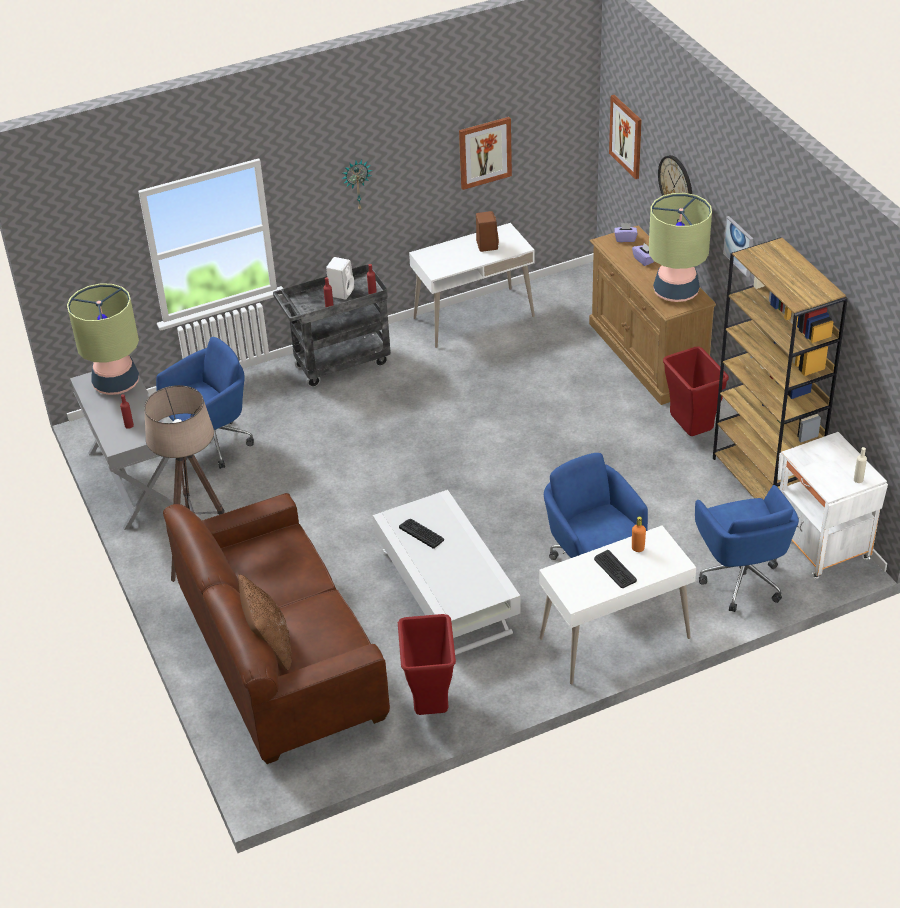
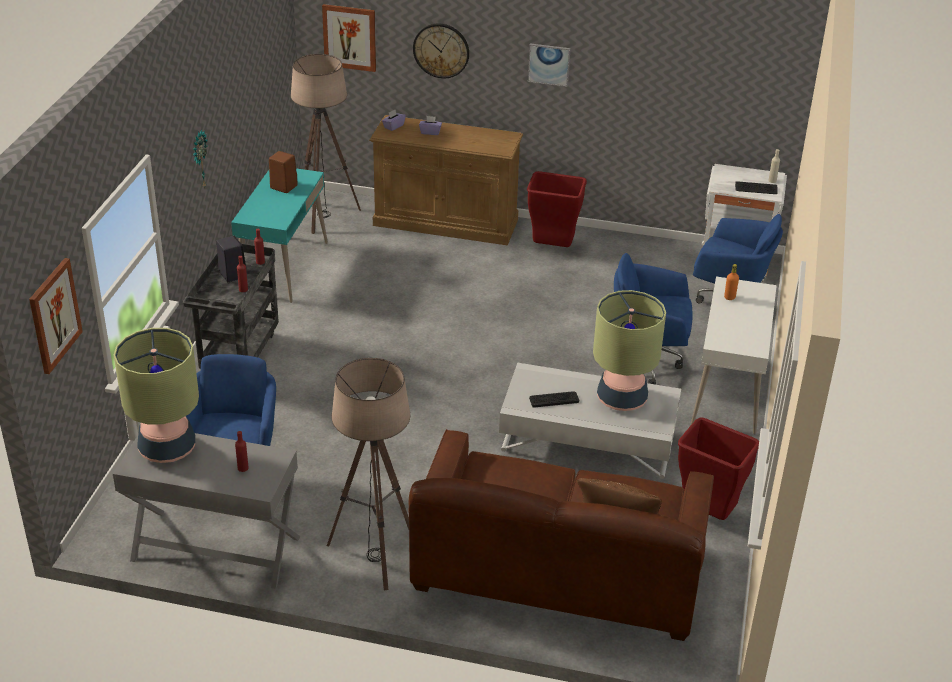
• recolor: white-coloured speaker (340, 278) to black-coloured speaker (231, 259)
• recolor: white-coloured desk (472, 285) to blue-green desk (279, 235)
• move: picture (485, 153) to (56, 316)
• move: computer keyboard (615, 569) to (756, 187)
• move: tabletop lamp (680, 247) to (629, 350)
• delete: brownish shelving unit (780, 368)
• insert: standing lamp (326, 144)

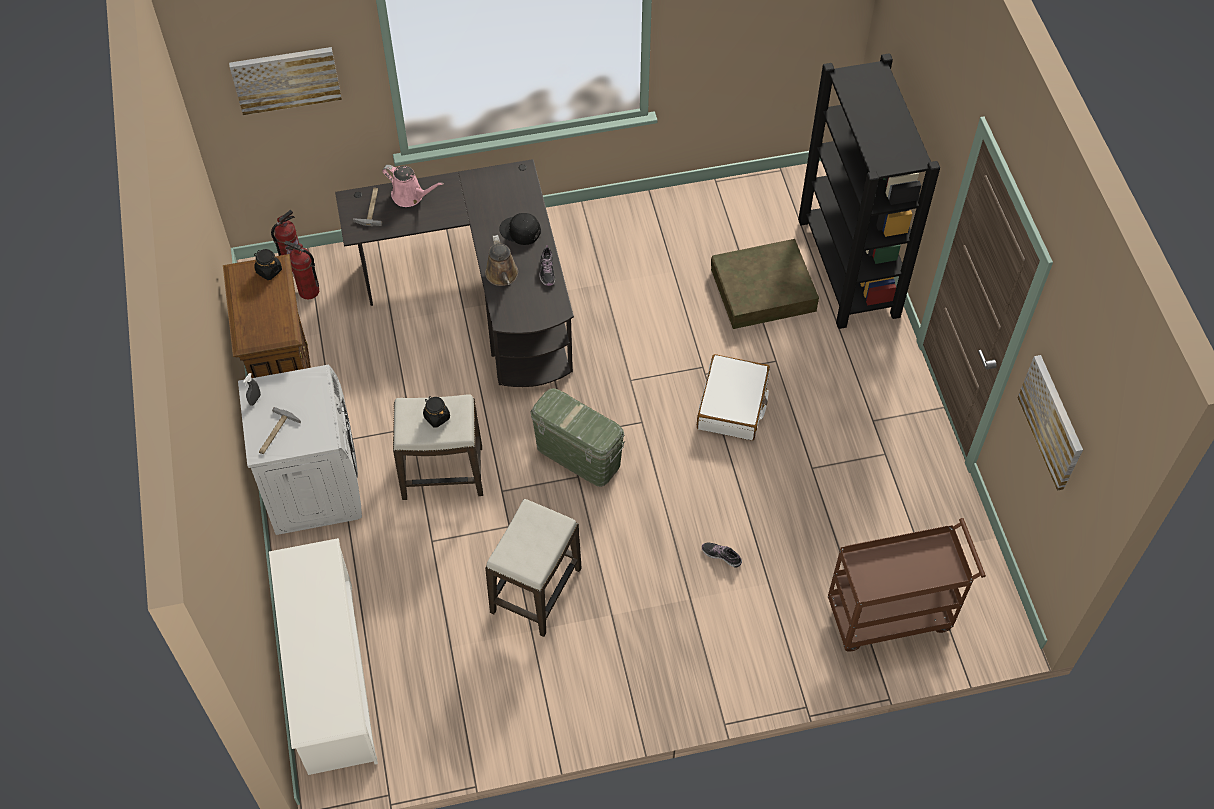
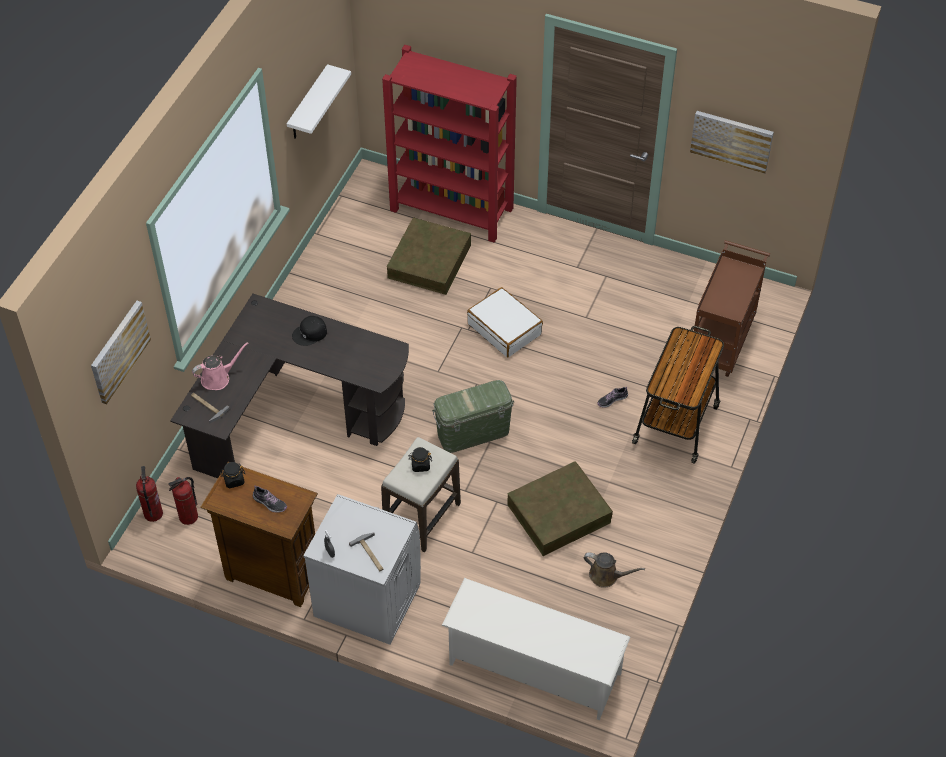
• move: brownish watering can (501, 260) to (614, 570)
• replace: stool (533, 568) to brownish storage container (560, 508)
• move: shoe (547, 265) to (270, 499)
• recolor: black-coloured shelving unit (869, 191) to red-coloured shelving unit (449, 143)
• insert: white-coloured bracket shelf (319, 101)
• insert: wheeled cart (678, 395)

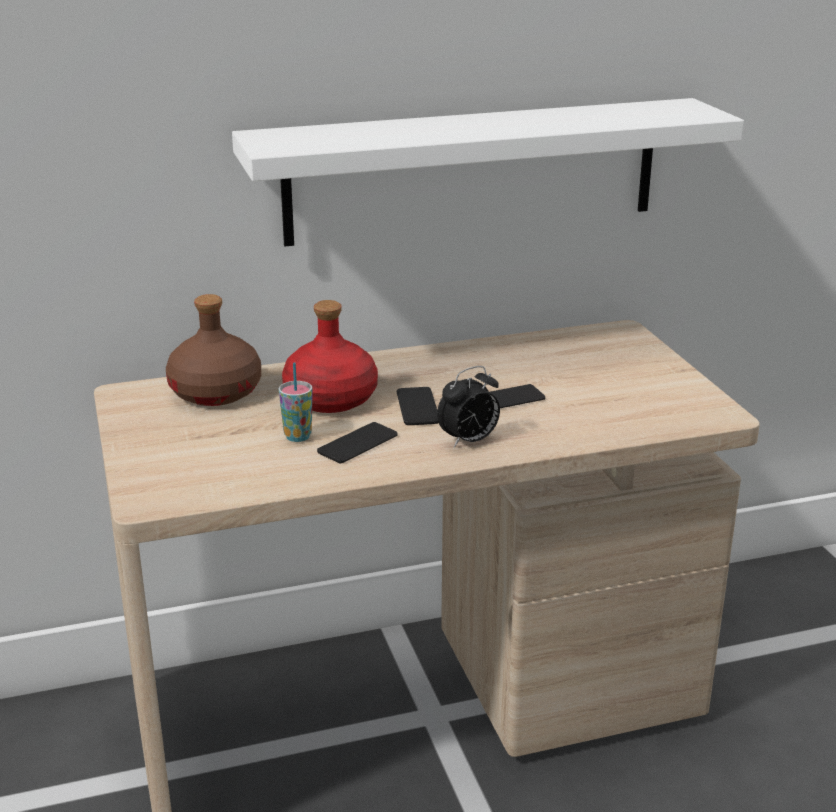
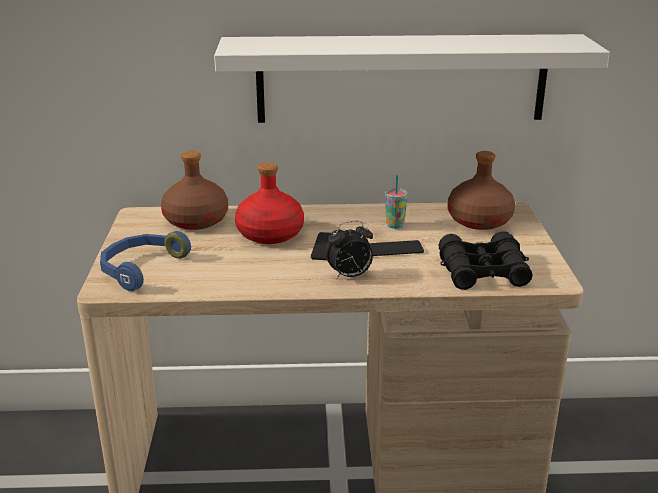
• move: cup (296, 402) to (396, 202)
• delete: handset (357, 442)
• insert: bluish pair of headphones (145, 261)
• insert: black-coloured binoculars (486, 260)
• insert: brownish drink bottle (481, 190)

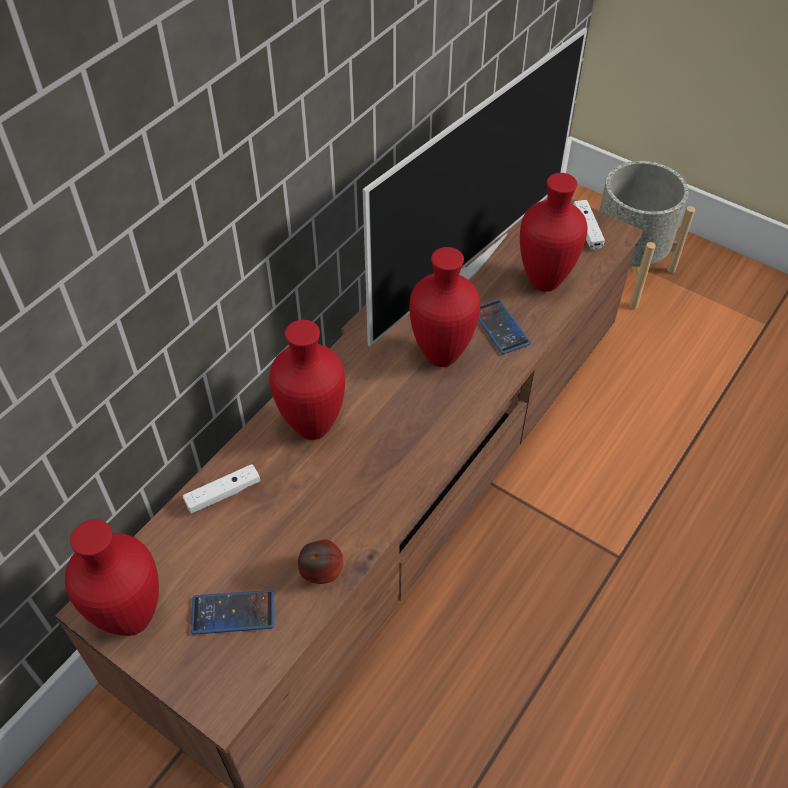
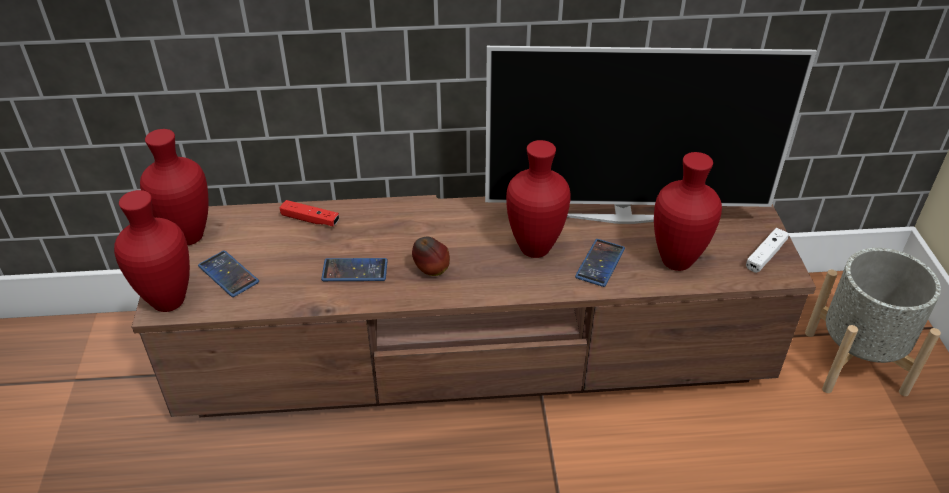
• recolor: white-coloured joypad (221, 489) to red-coloured joypad (309, 213)
• move: red-coloured decorative vase (307, 380) to (152, 251)
• move: apple fruit (321, 561) to (431, 256)
• insert: handset (354, 269)

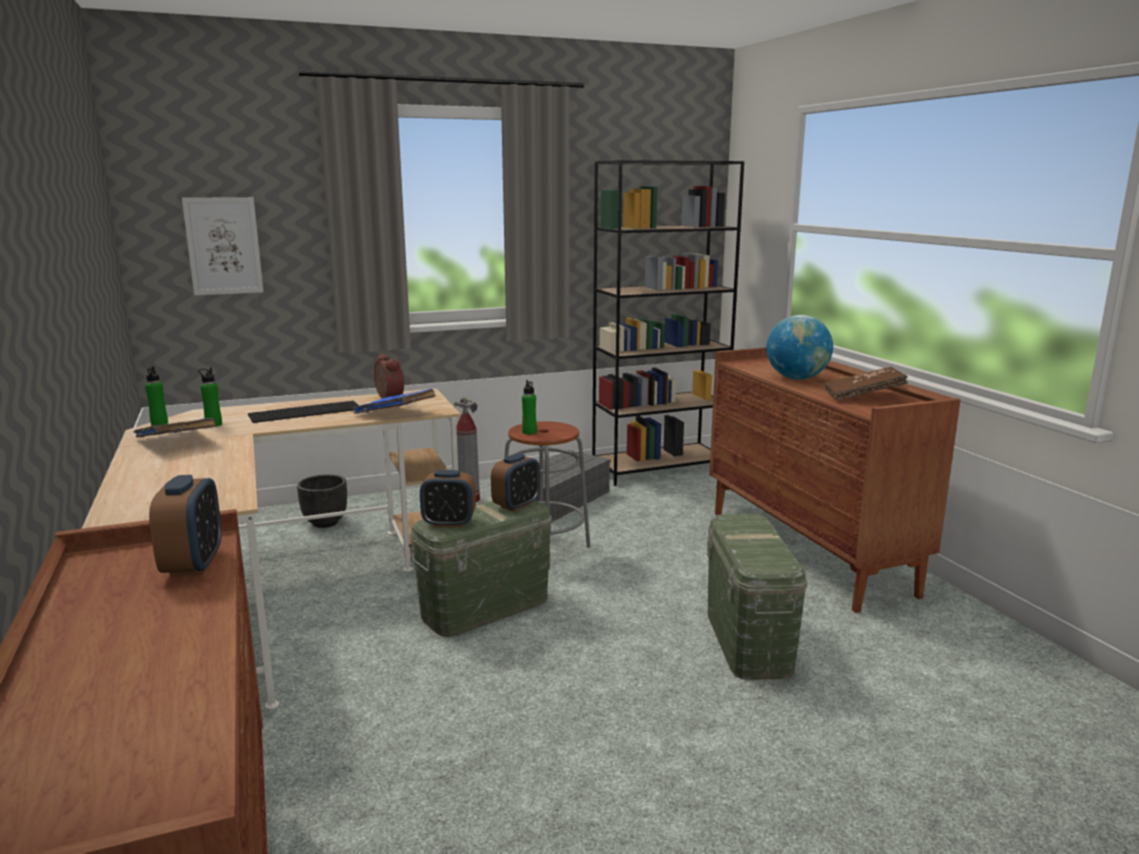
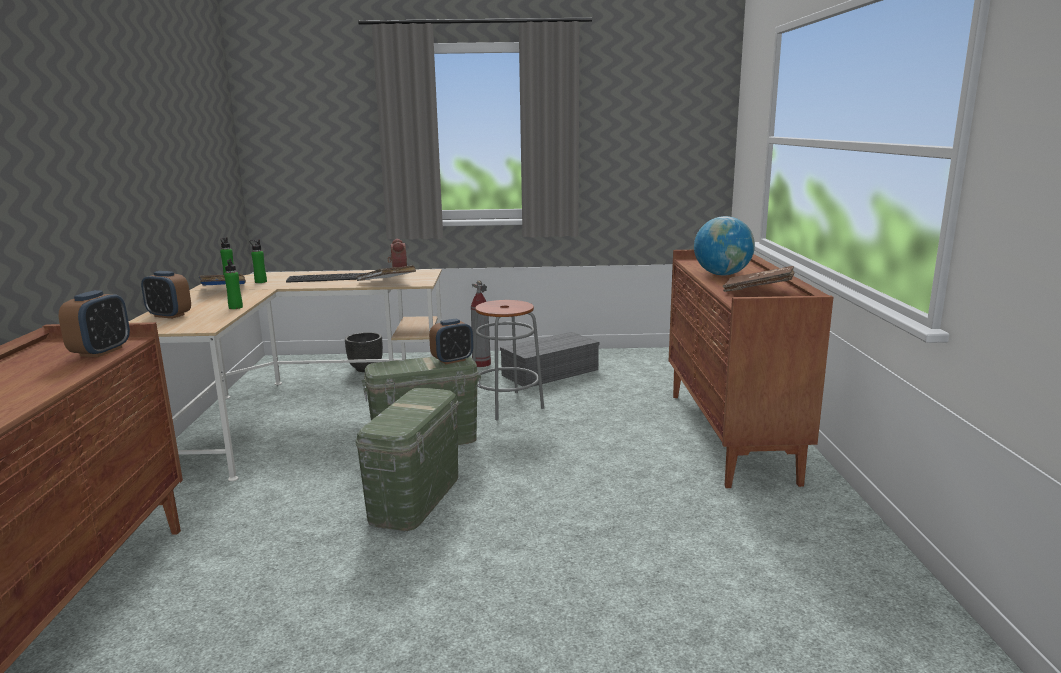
• delete: picture (222, 246)
• recolor: bluish volume (393, 401) to white-coloured volume (386, 273)
• move: alarm clock (448, 498) to (166, 295)
• move: green-coloured drink bottle (529, 407) to (233, 284)
• delete: beige shelving unit (668, 323)
• move: green-coloured storage container (757, 597) to (407, 459)

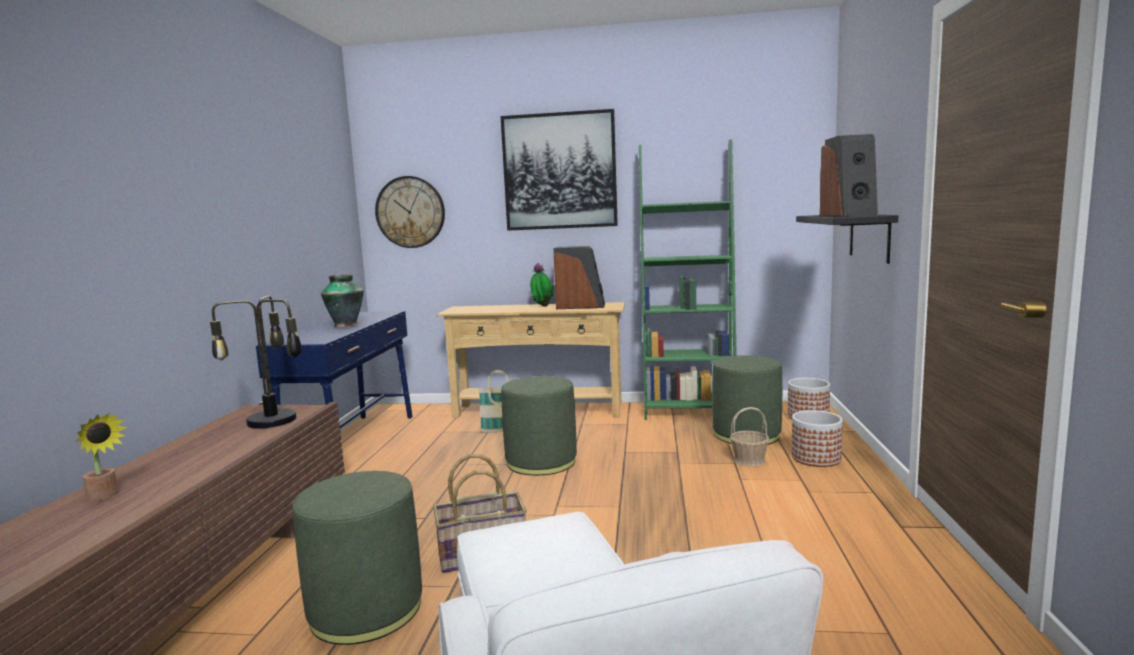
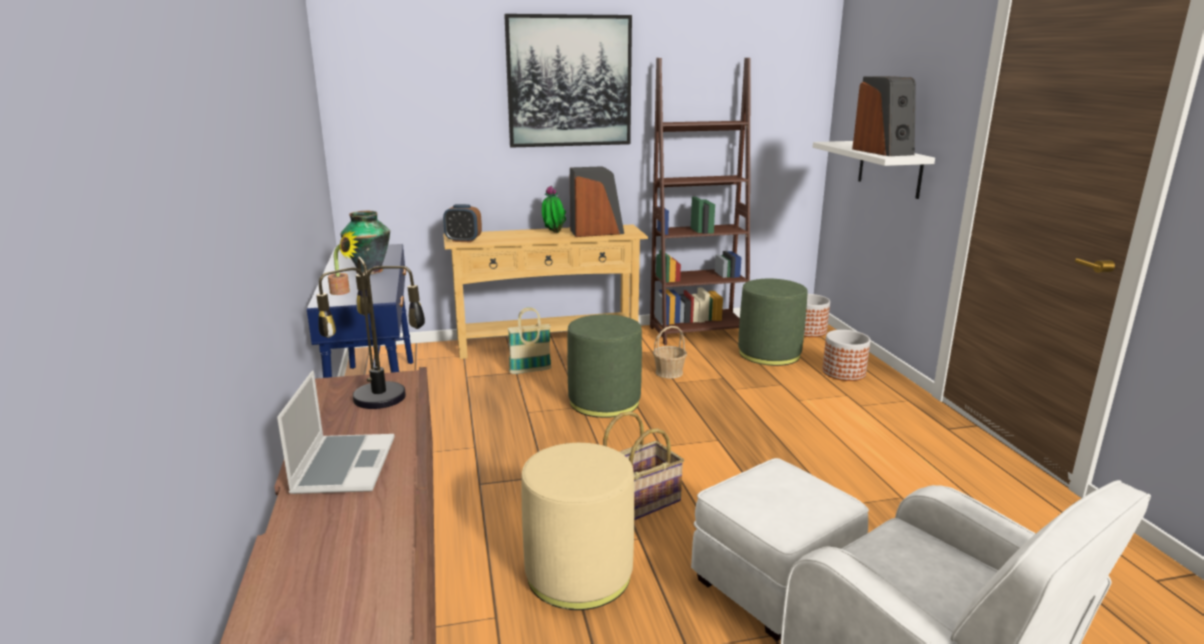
• move: plant in a pot (102, 457) to (343, 262)
• recolor: green-coloured footrest (357, 558) to beige footrest (577, 526)
• delete: wall clock (410, 212)
• recolor: green-coloured shelving unit (688, 279) to brownish shelving unit (700, 201)
• move: storage basket (749, 437) to (670, 352)
• recolor: black-coloured bracket shelf (847, 239) to white-coloured bracket shelf (874, 170)
• insert: portable computer (336, 432)
• insert: alarm clock (462, 223)

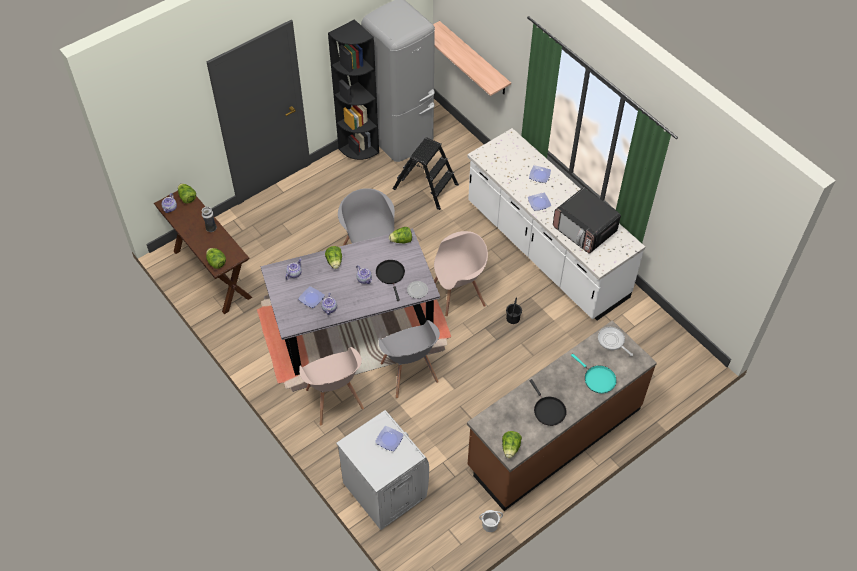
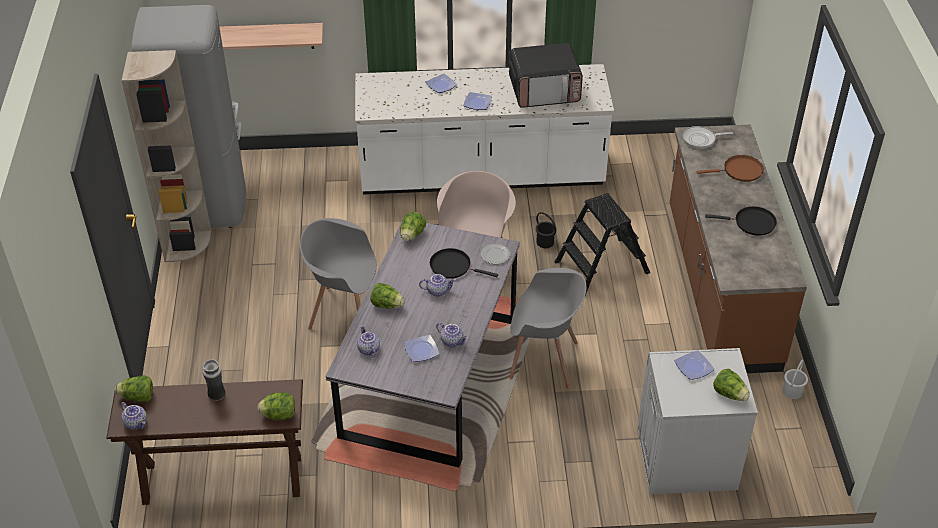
• delete: beige upright chair (331, 386)
• recolor: black-coloured shelving unit (353, 89) to beige shelving unit (166, 156)
• move: black-coloured step ladder (425, 173) to (602, 244)
• move: lettuce (512, 444) to (731, 385)
• recolor: blue-green pan (594, 374) to brownish pan (730, 168)

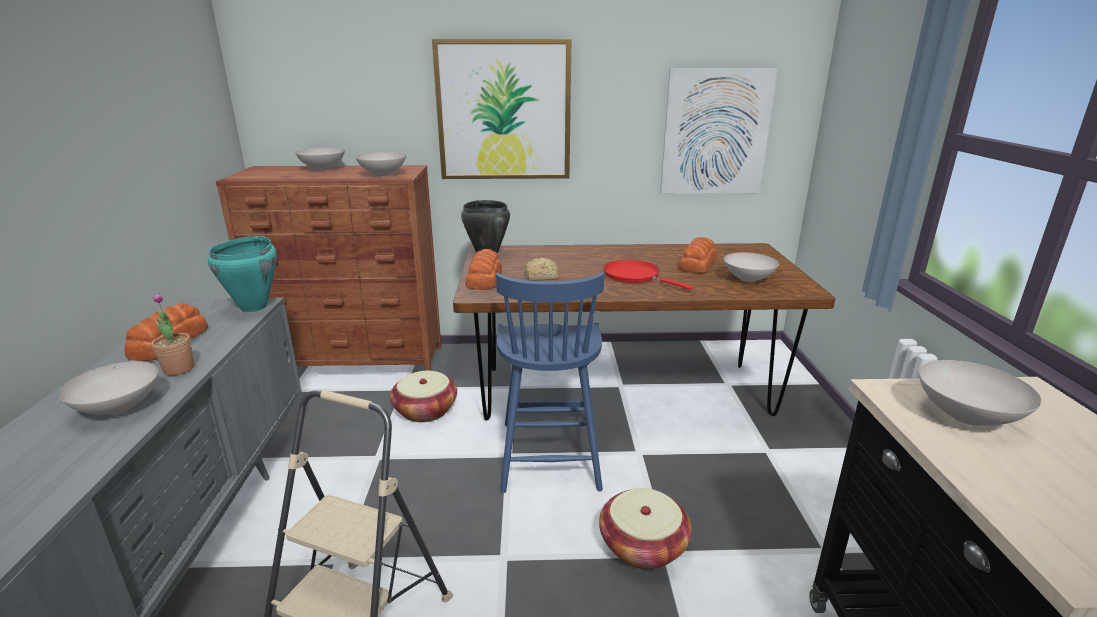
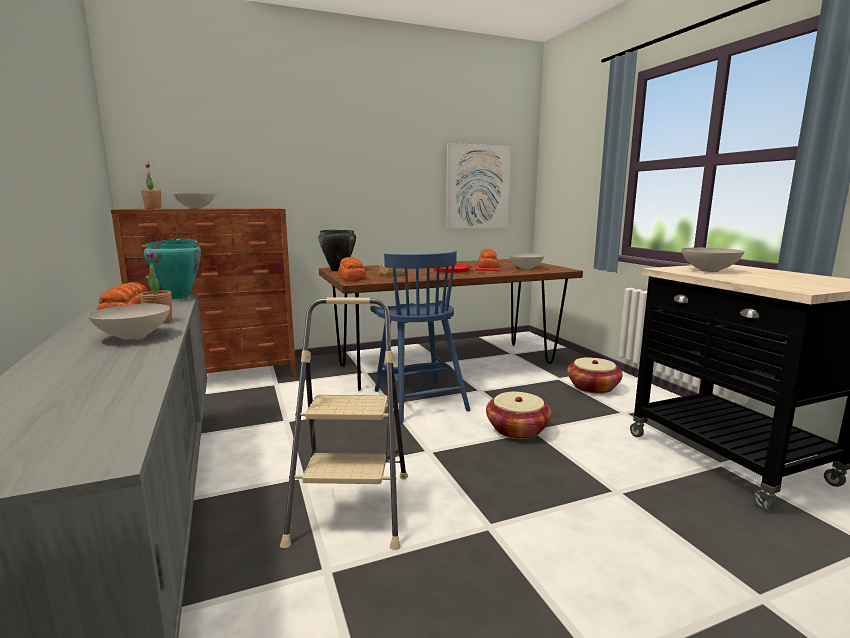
• delete: white-coloured serving bowl (380, 164)
• move: storage basket (423, 396) to (594, 375)
• delete: picture (501, 109)
• insert: plant in a pot (151, 186)

